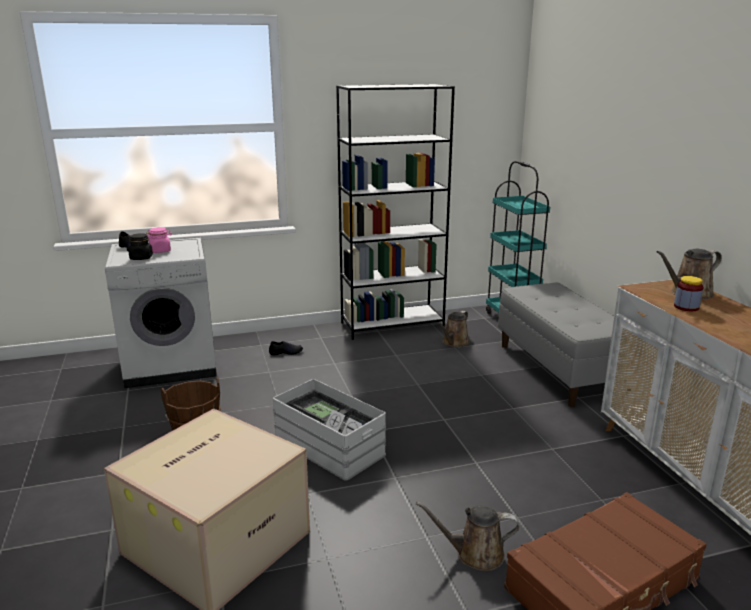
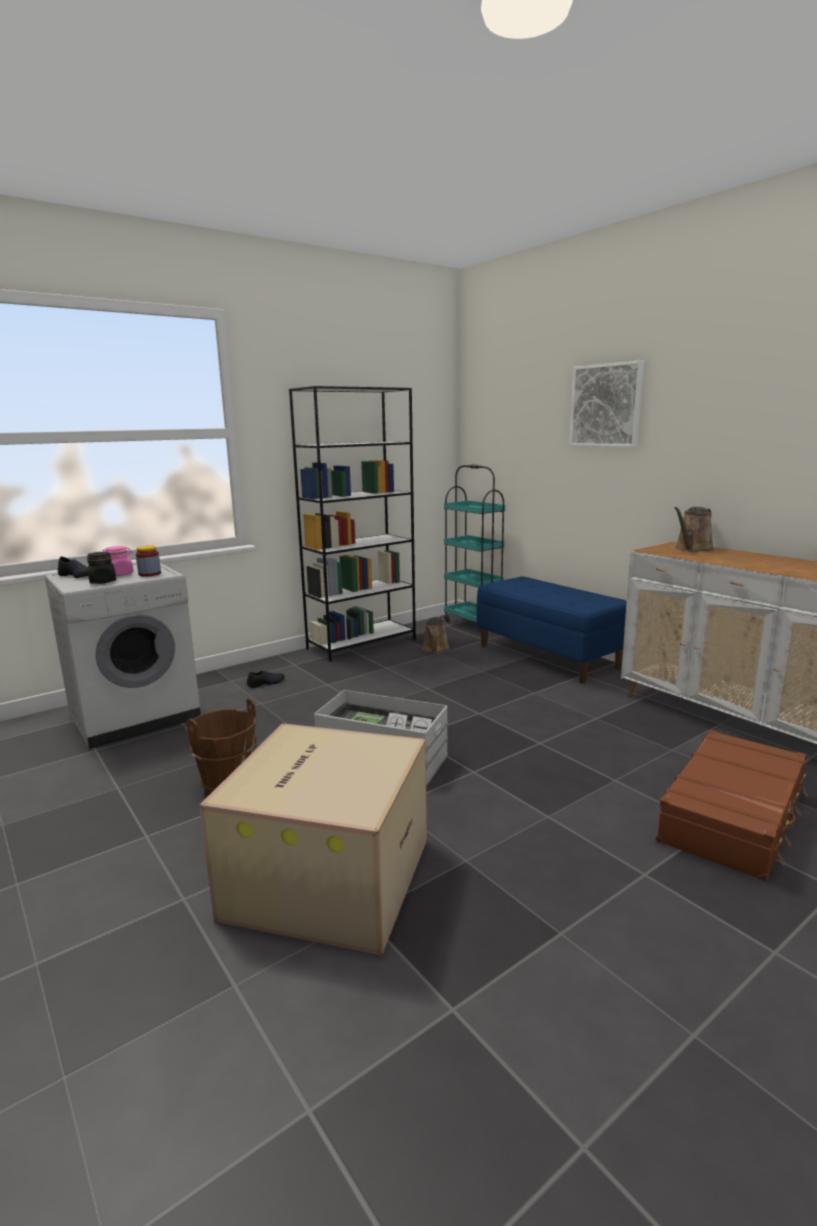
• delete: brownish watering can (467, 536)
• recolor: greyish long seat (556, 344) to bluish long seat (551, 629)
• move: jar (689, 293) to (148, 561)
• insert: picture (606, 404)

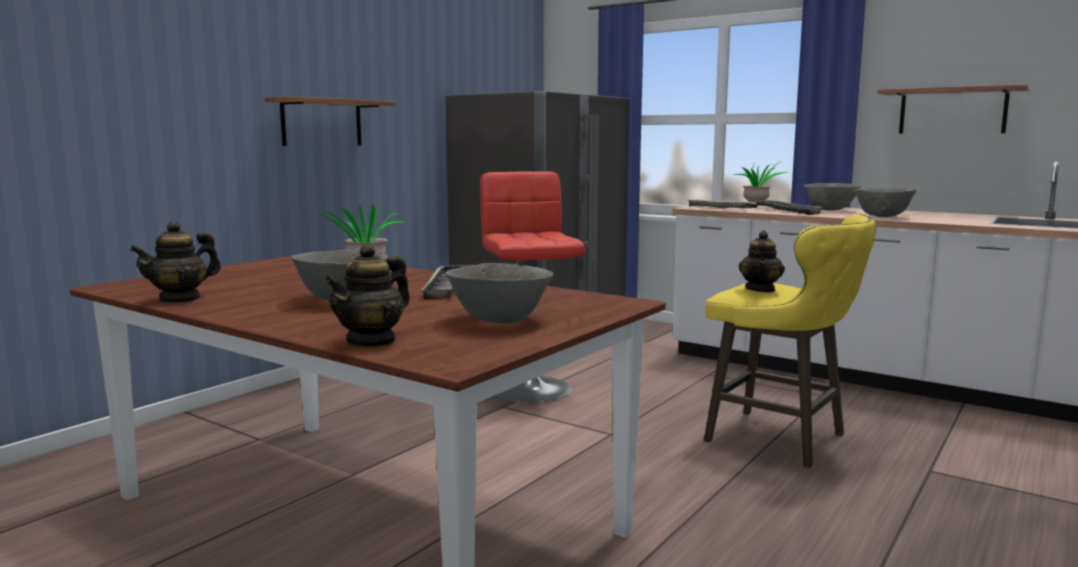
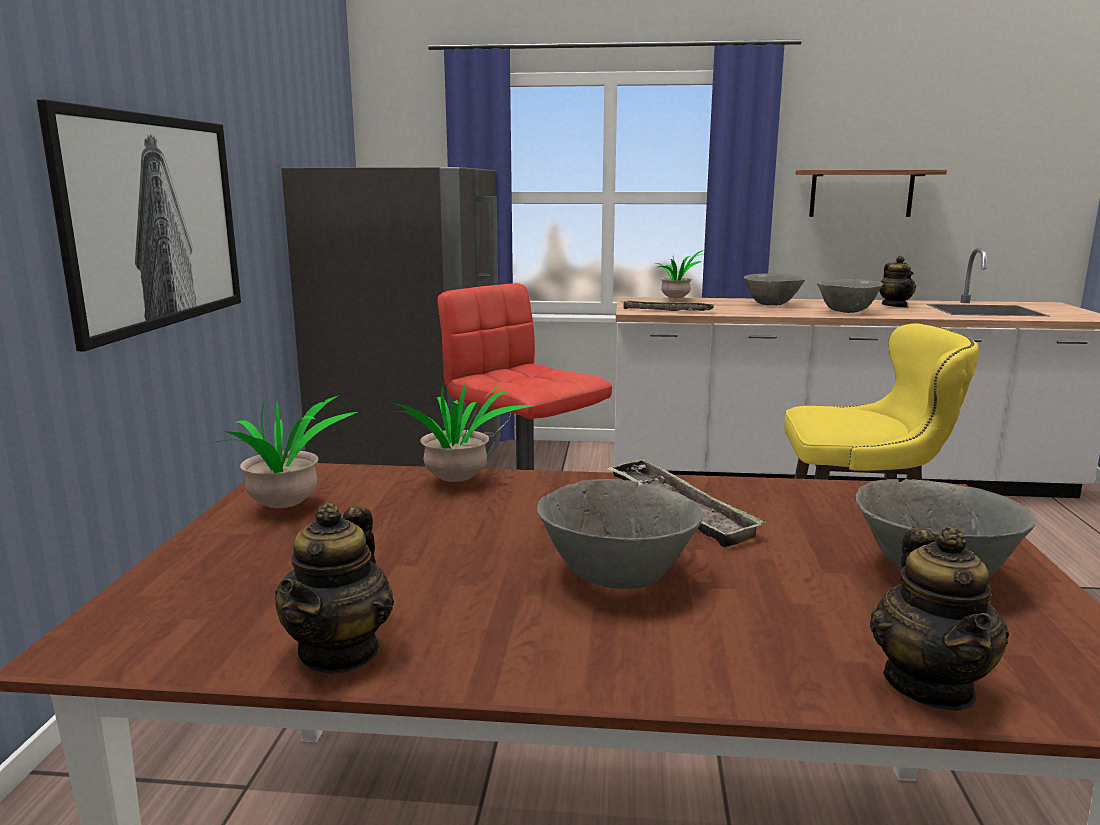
• replace: bracket shelf (330, 121) to picture (139, 225)
• move: tea pot (762, 262) to (897, 281)
• delete: tray (790, 207)
• insert: plant in a pot (282, 451)

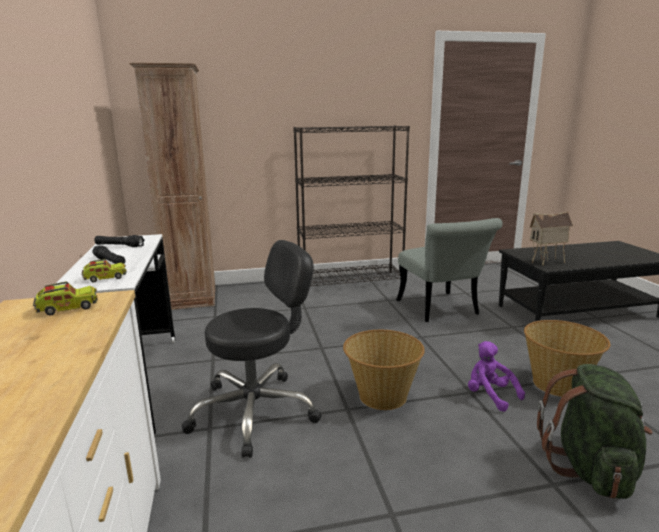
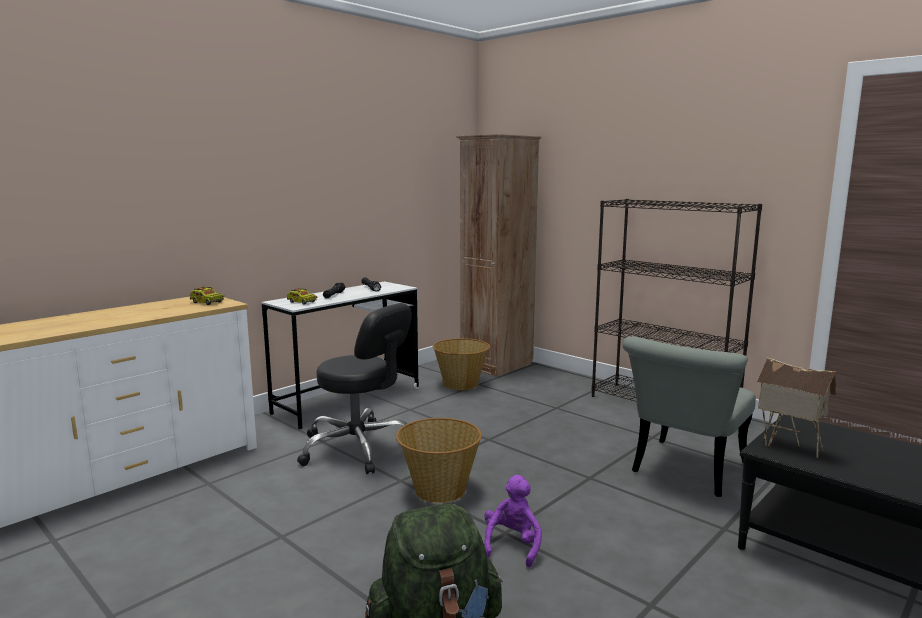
• move: storage basket (567, 358) to (461, 364)

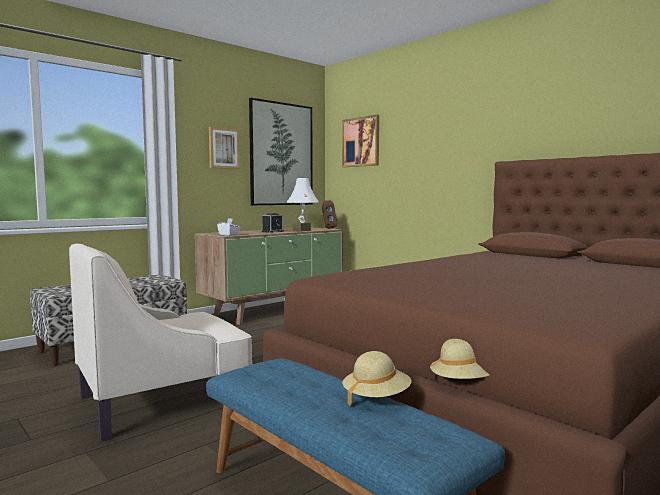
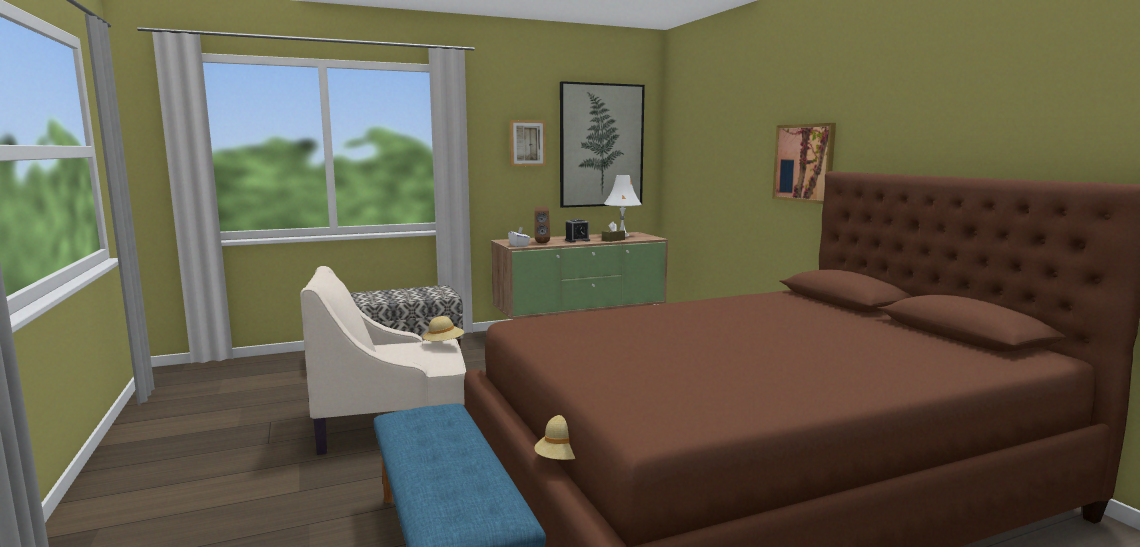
• move: brownish speaker (329, 214) to (542, 224)
• move: picture (360, 140) to (804, 163)
• move: beige wearable hat (377, 378) to (443, 328)

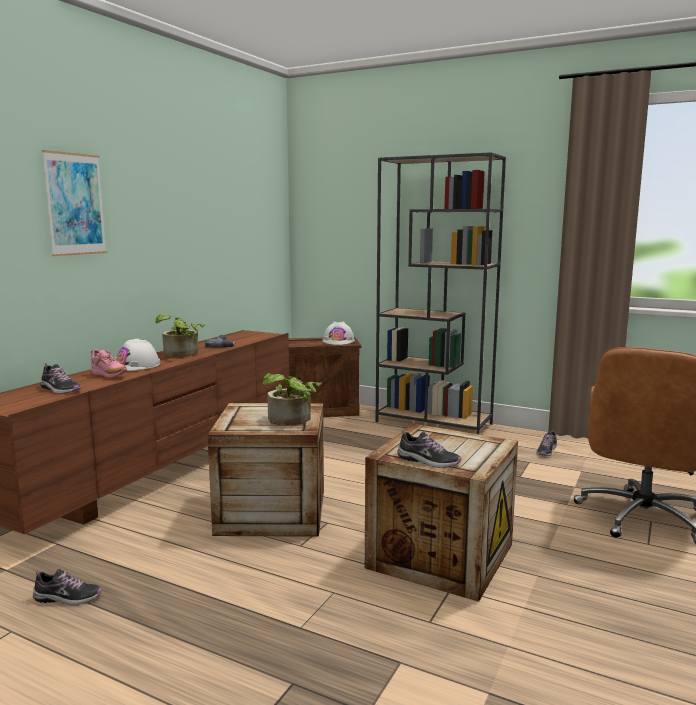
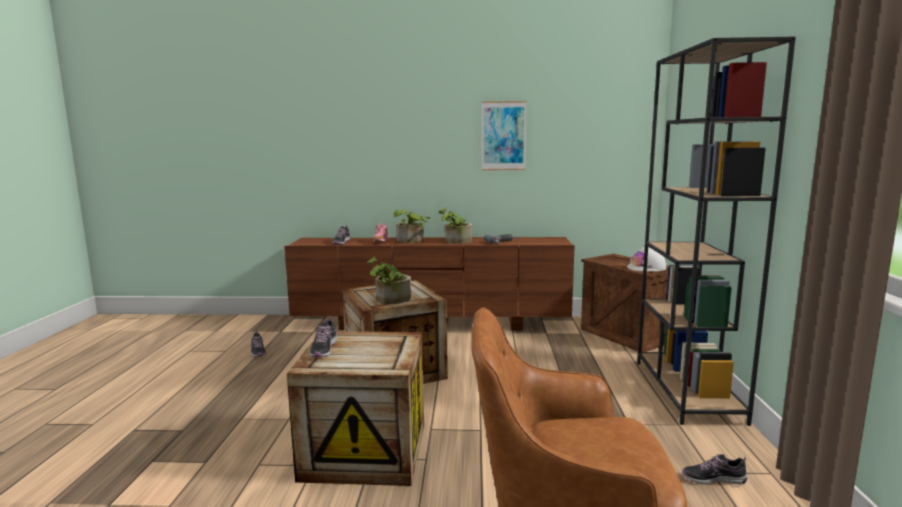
• move: picture (74, 203) to (504, 135)
• replace: white-coloured safety helmet (137, 354) to plant in a pot (411, 226)

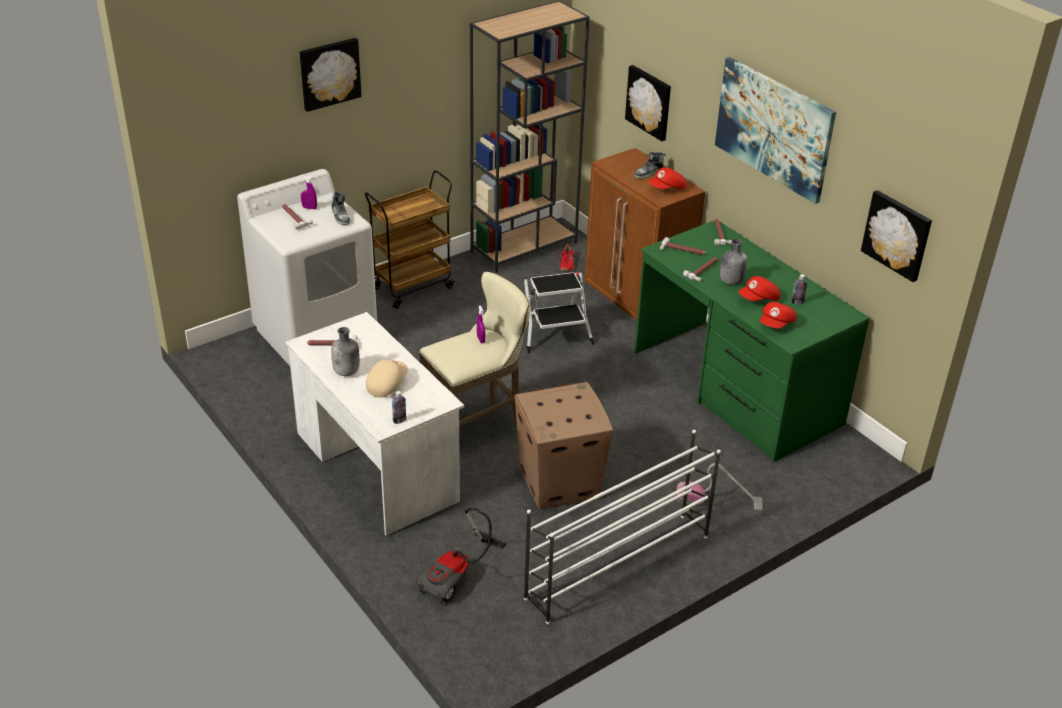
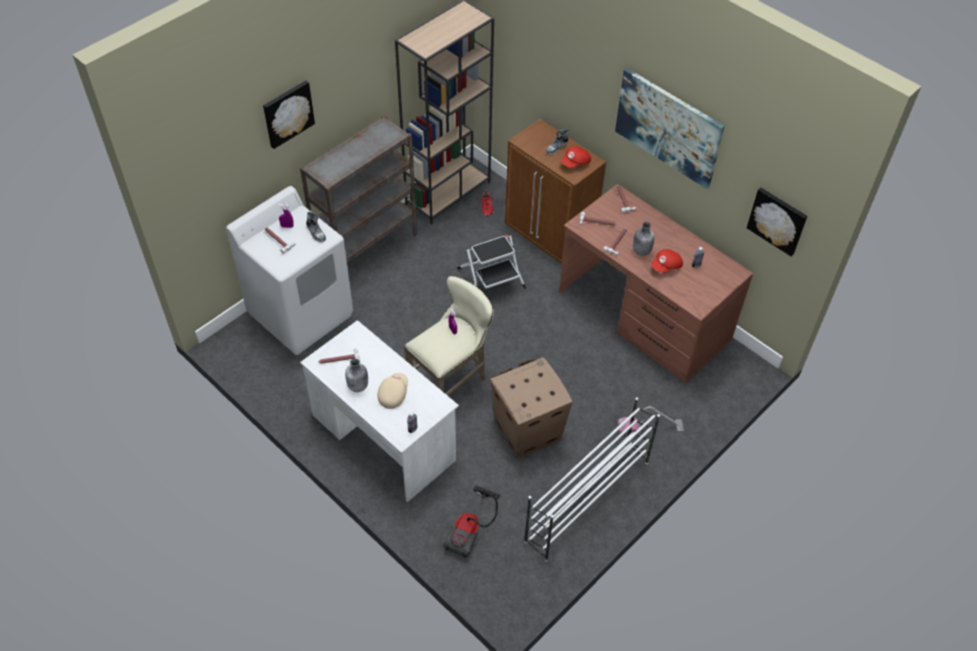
• replace: brownish wheeled cart (411, 239) to greyish shelving unit (358, 189)
• delete: picture (648, 103)
• recolor: green-coloured desk (752, 341) to brownish desk (656, 284)
• delete: red-coloured peaked cap (778, 315)

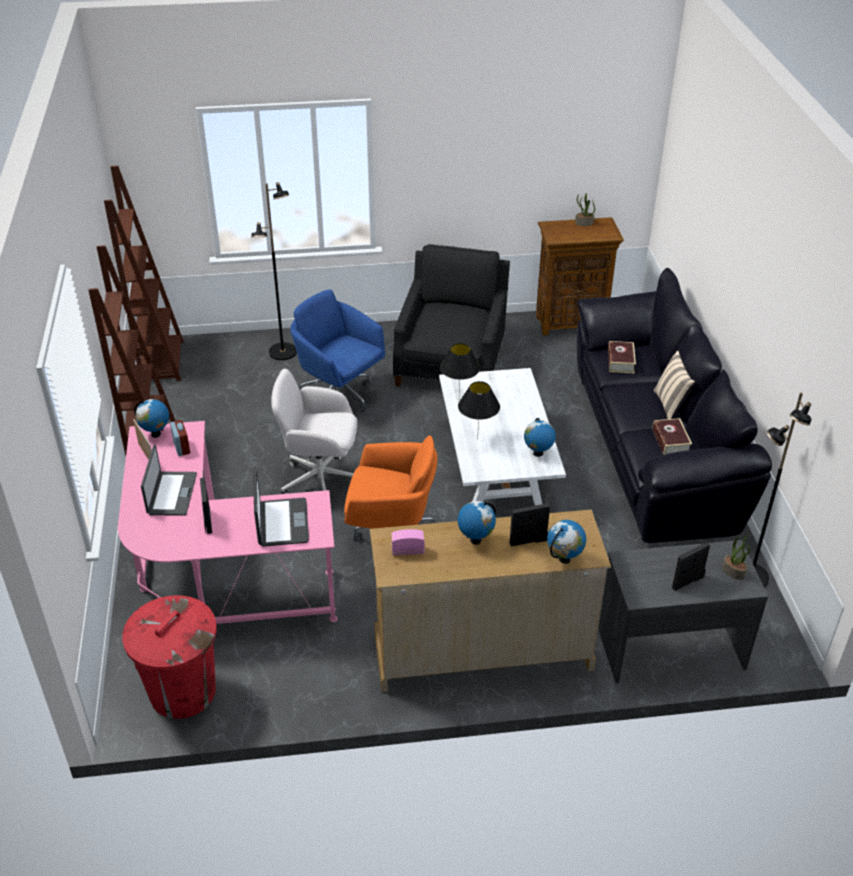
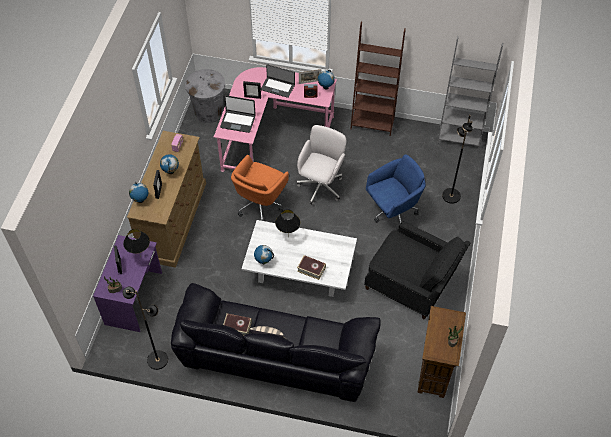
• recolor: brownish shelving unit (144, 273) to greyish shelving unit (470, 93)
• recolor: red-coloured waste bin (169, 657) to greyish waste bin (205, 96)
• move: black-coloured tabletop lamp (460, 369) to (136, 243)
• recolor: greyish desk (683, 611) to purplish desk (127, 283)
• move: volume (622, 357) to (311, 267)

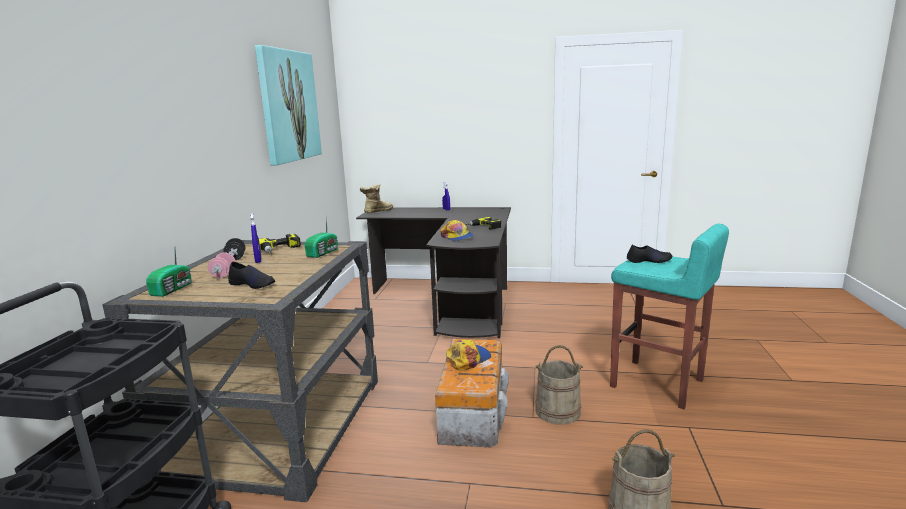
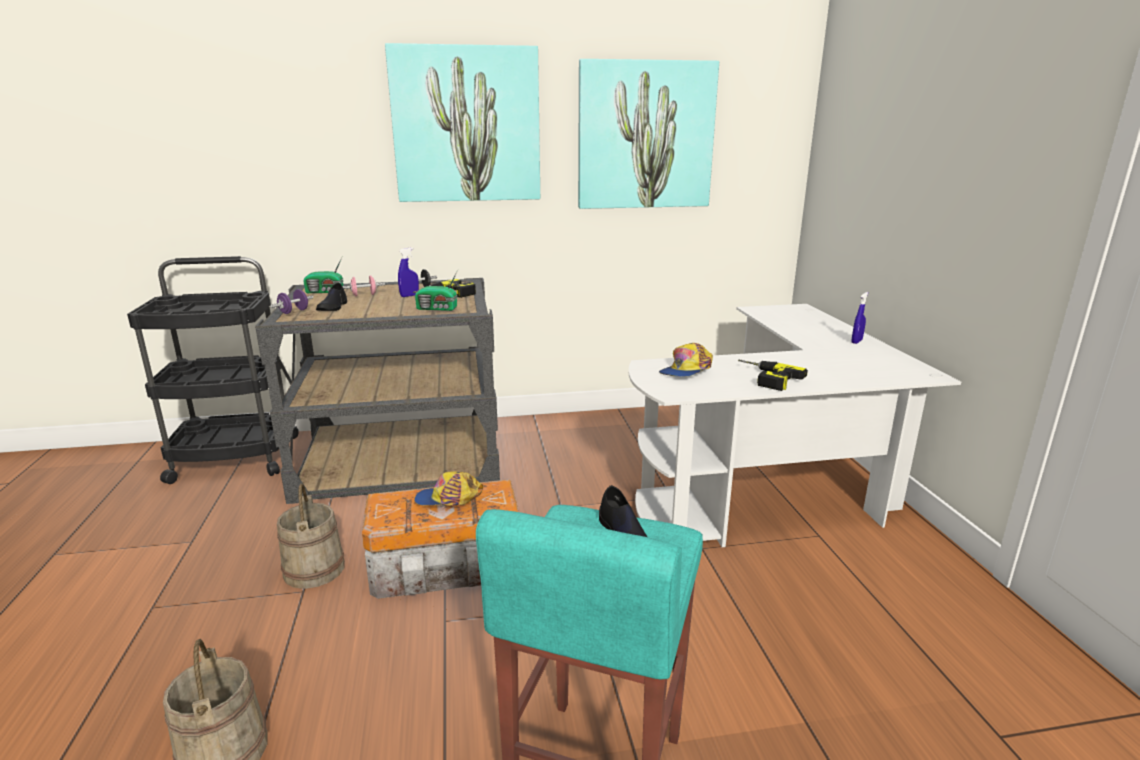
• recolor: black-coloured desk (433, 272) to white-coloured desk (795, 425)
• delete: high-top boot (376, 198)
• rotate: peaked cap (468, 355) = (448, 488) 150 degrees clockwise
• move: beige pail (559, 385) to (311, 536)
• insert: purplish free weight (291, 301)
• insert: picture (462, 122)

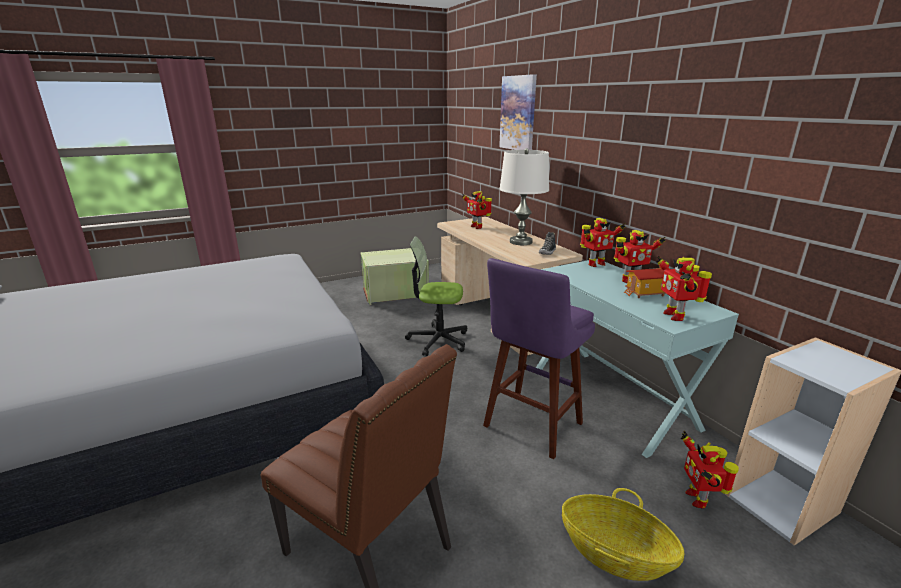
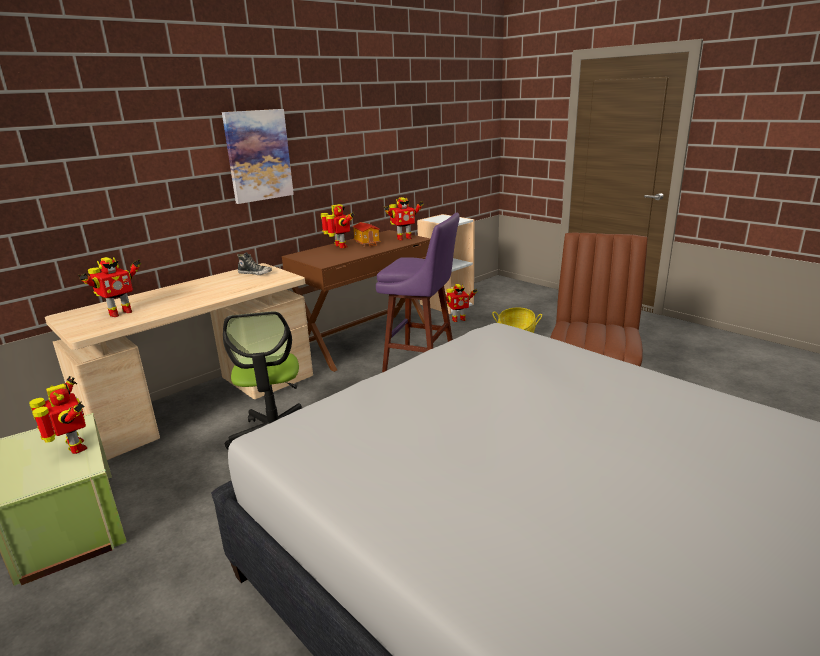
• move: picture (518, 112) to (258, 156)
• delete: white-coloured tabletop lamp (524, 196)
• recolor: blue-green desk (637, 358) to brownish desk (356, 301)
• move: model robot (603, 242) to (58, 415)

